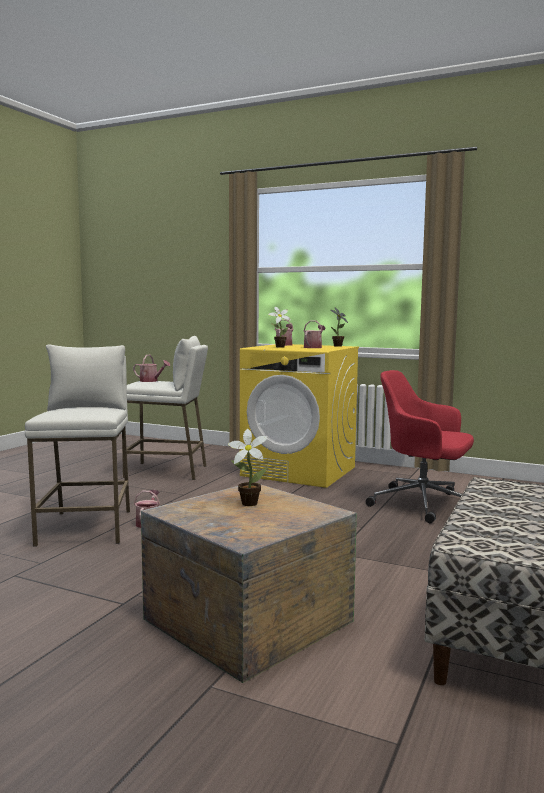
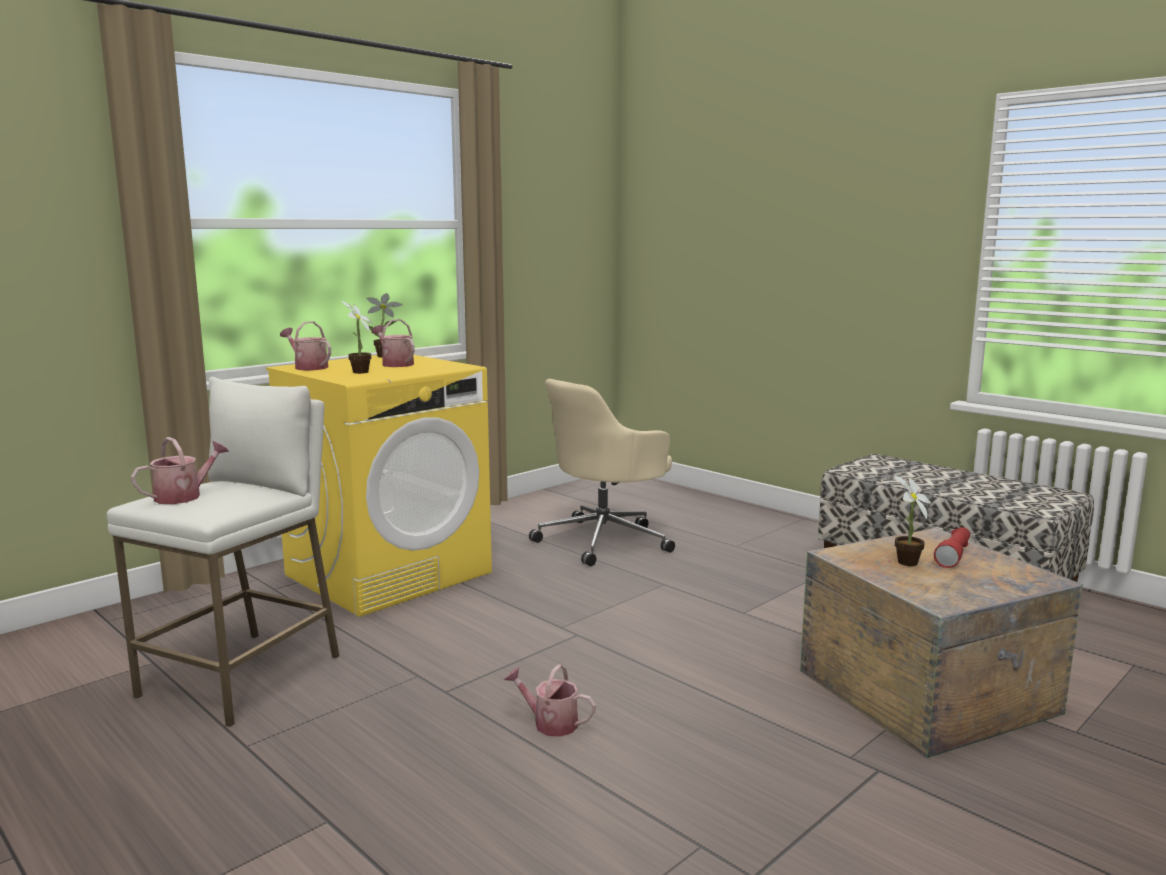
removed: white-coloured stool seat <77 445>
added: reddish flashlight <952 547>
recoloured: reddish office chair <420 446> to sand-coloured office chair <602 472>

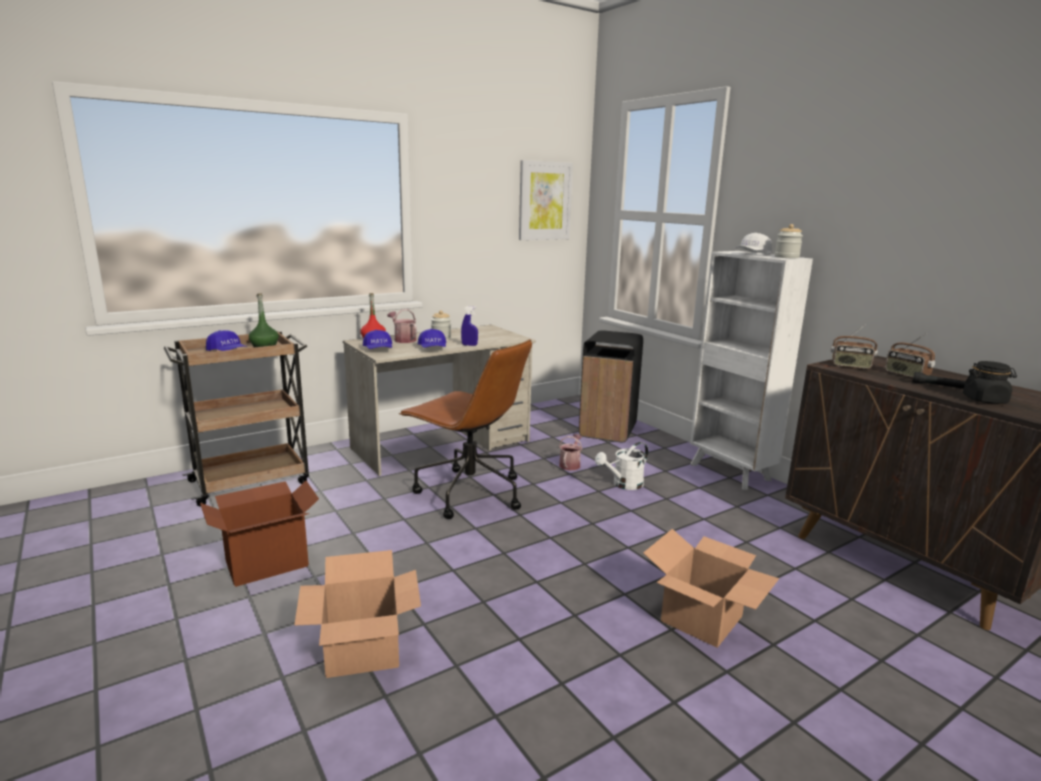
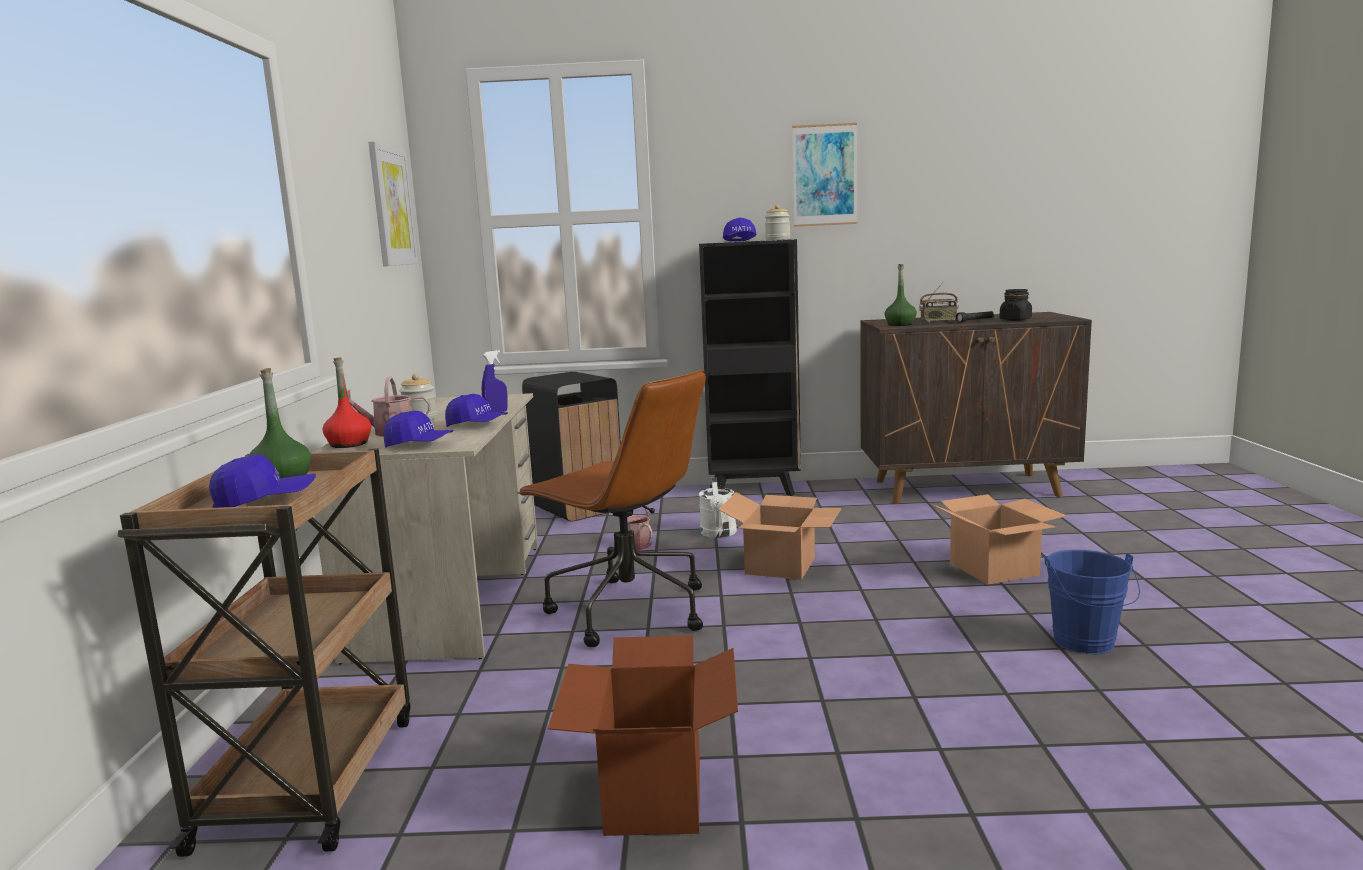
added: picture <824 175>; blue-coloured water bucket <1092 602>
moved: carton <357 614> to <780 536>
replaced: radio receiver <854 347> to greenish drink bottle <901 295>
recoloured: white-coloured cap <753 243> to blue-coloured cap <739 230>; white-coloured bookcase <751 370> to black bookcase <750 367>
turned: brown-coloured office chair <465 429> = <611 508> 60 degrees clockwise

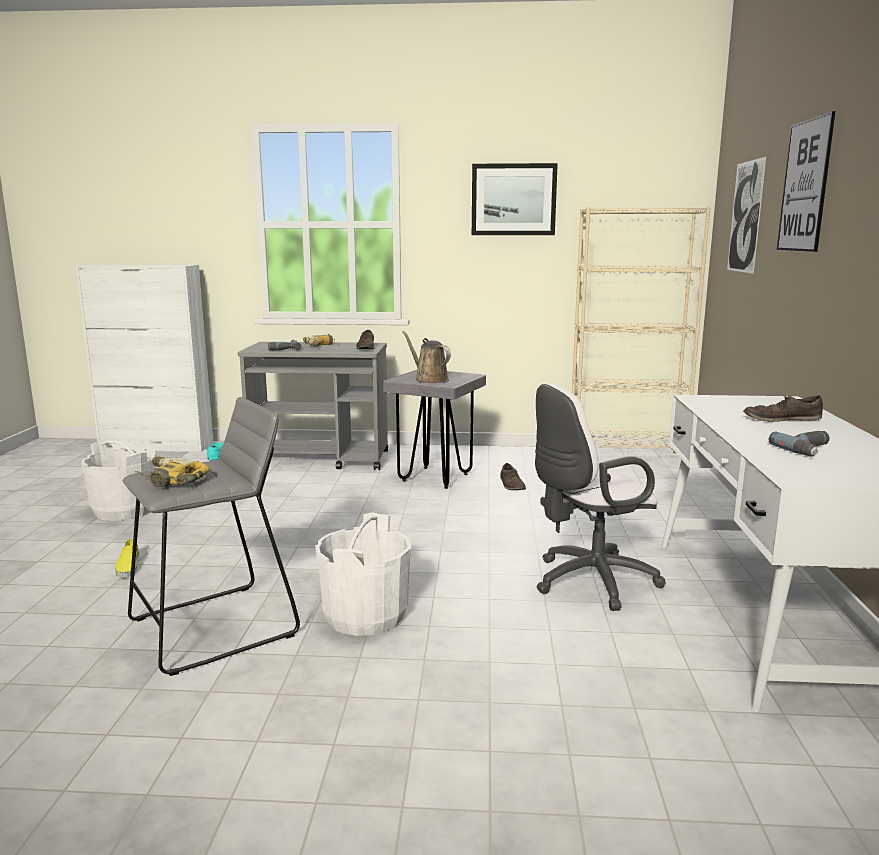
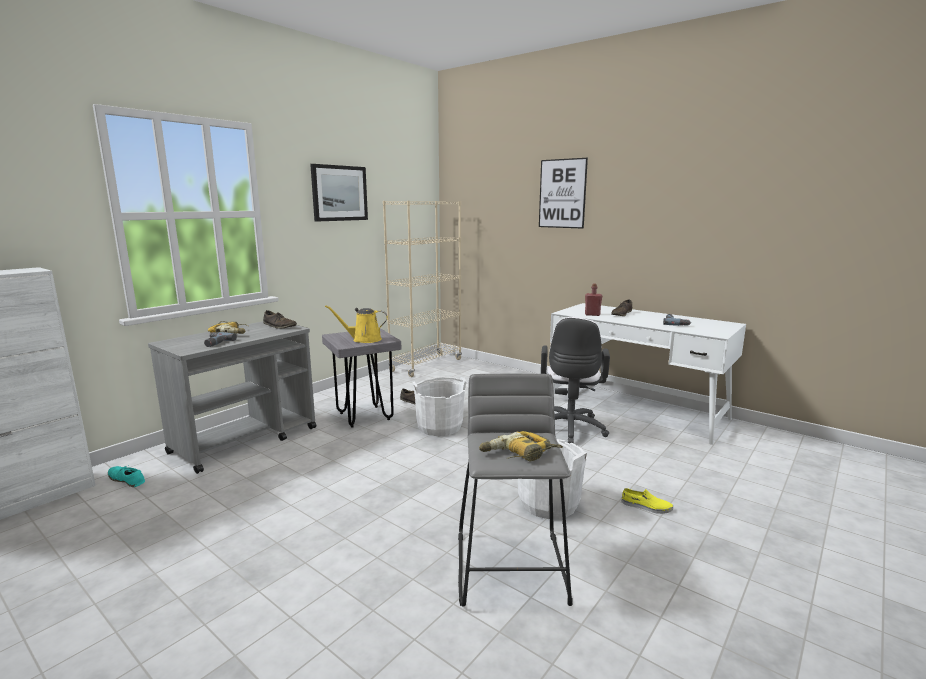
removed: picture <746 215>
added: reddish drink bottle <593 299>
moved: white-coloured water bucket <118 480> to <440 406>; yellow-coloured low shoe <127 558> to <647 501>
recoloured: brown-coloured watering pot <426 357> to yellow-coloured watering pot <356 324>

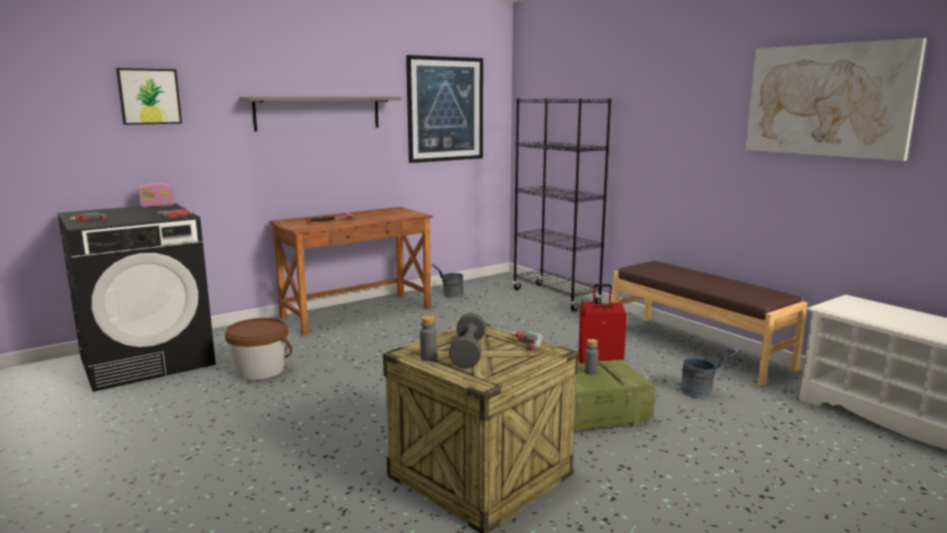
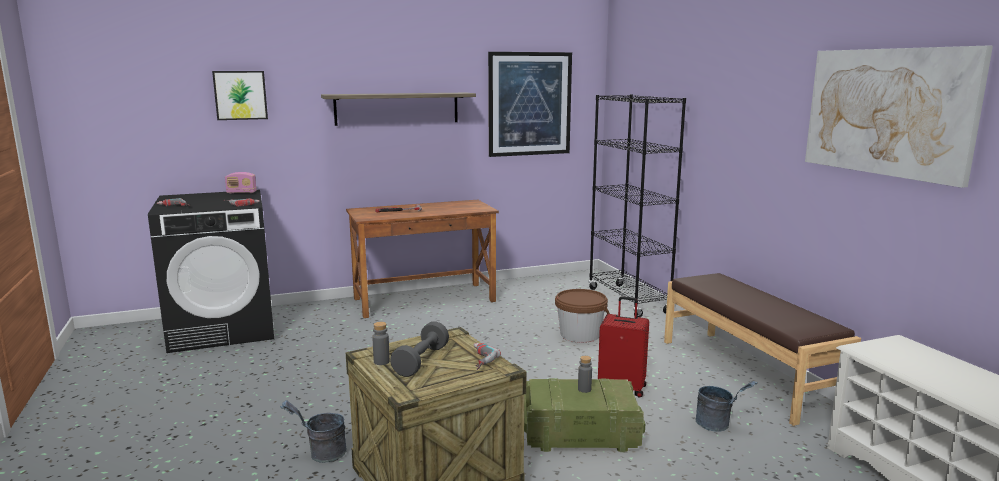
moved: greyish water bucket <447 280> to <313 431>; brown-coloured water bucket <258 349> to <582 316>

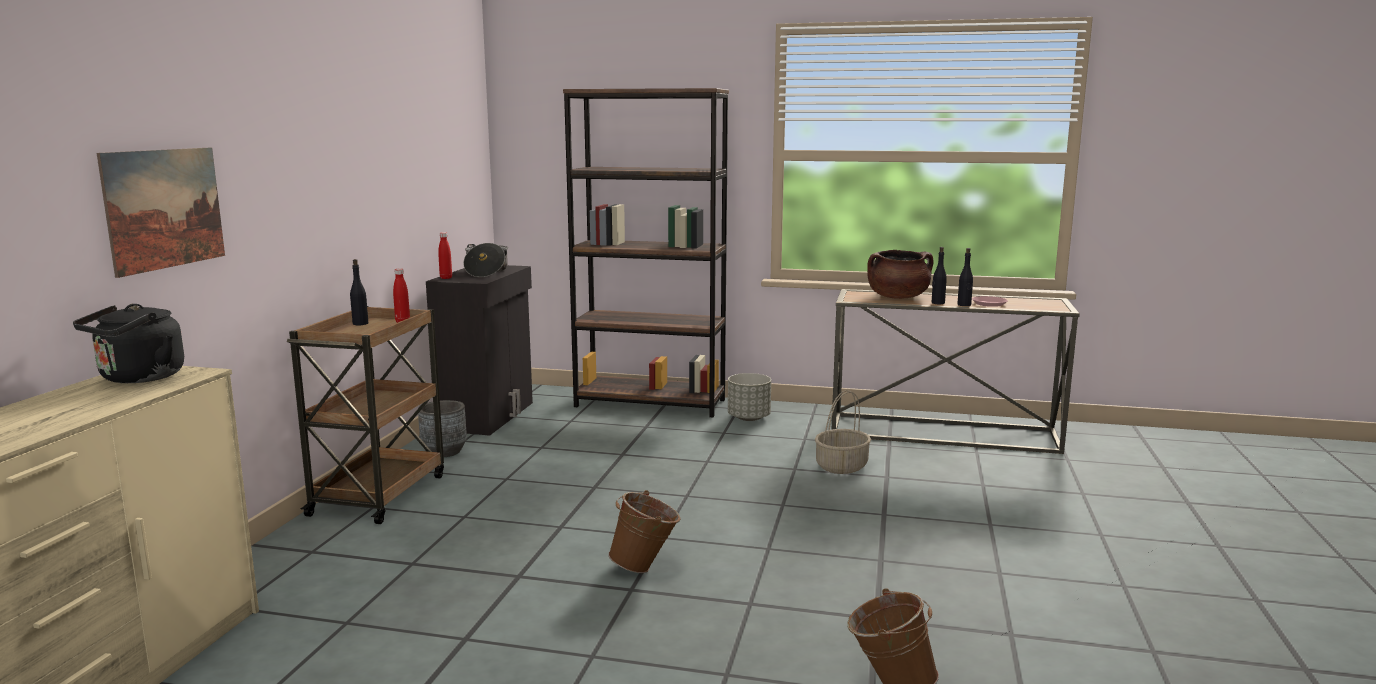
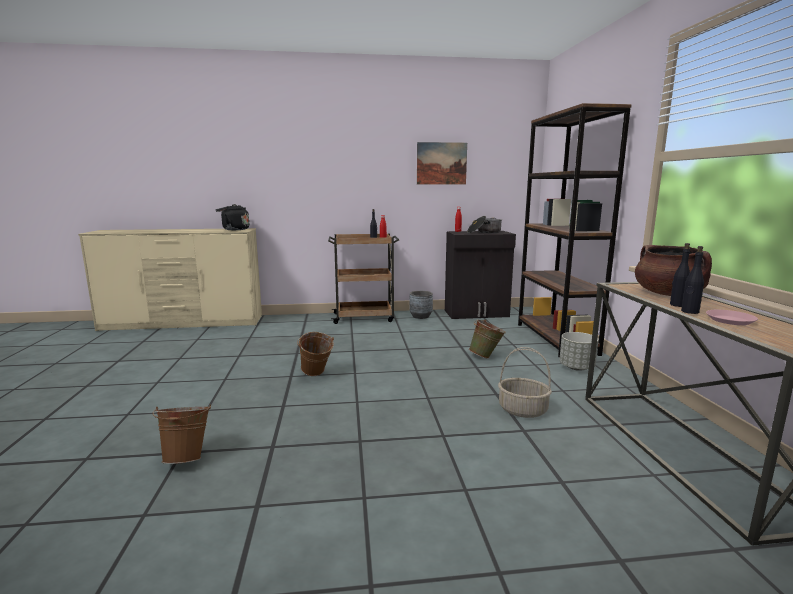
added: greenish water bucket <487 339>
moved: picture <161 213> to <442 163>

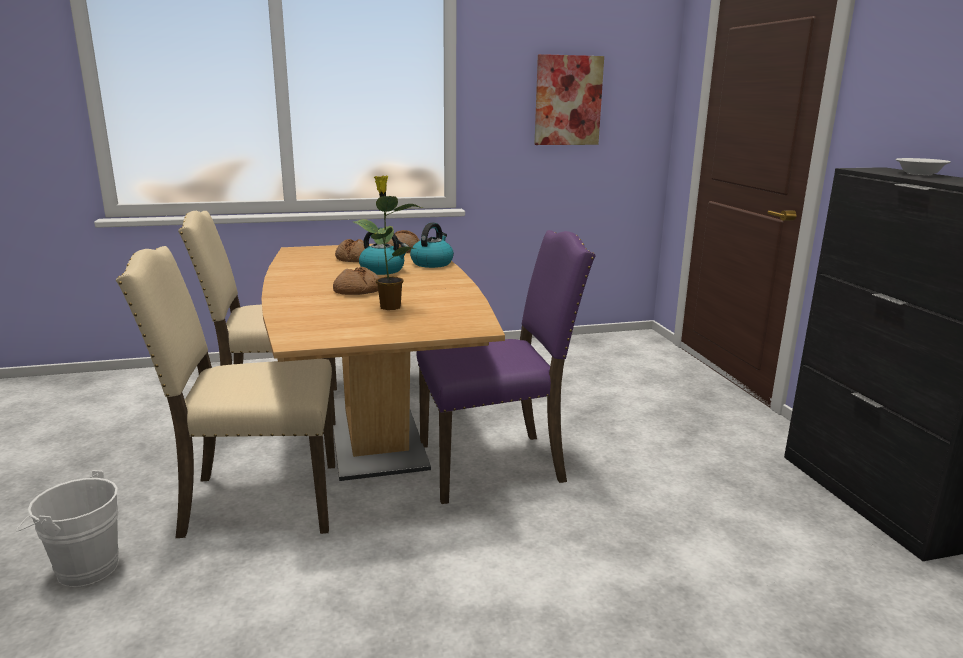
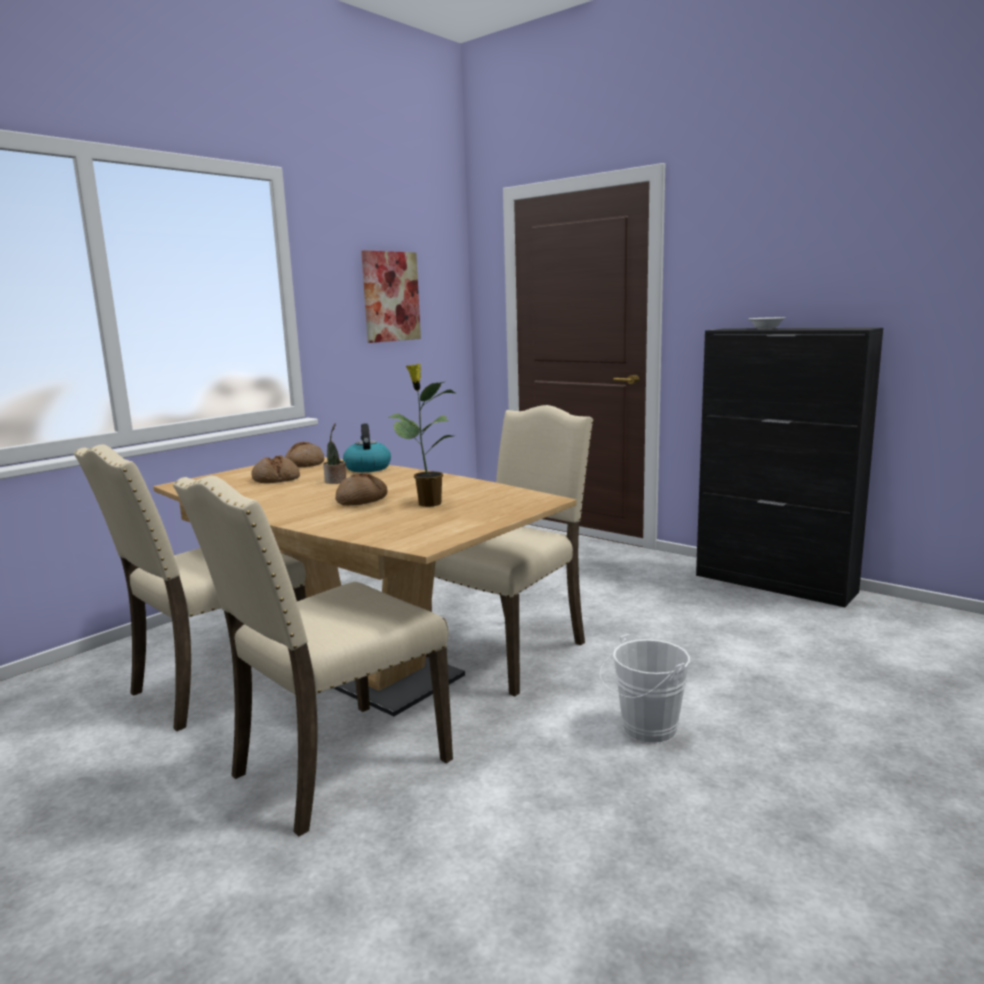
moved: white-coloured water bucket <67 528> to <645 689>
replaced: kettle <384 251> to houseplant <334 453>
recoloured: purple chair <506 367> to sand-coloured chair <509 550>

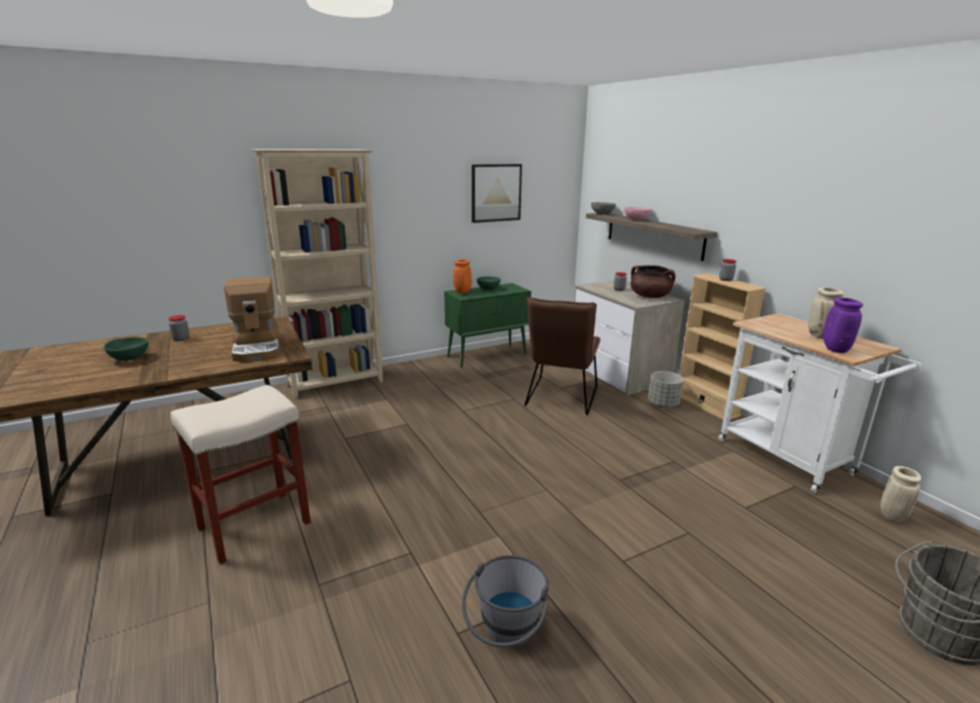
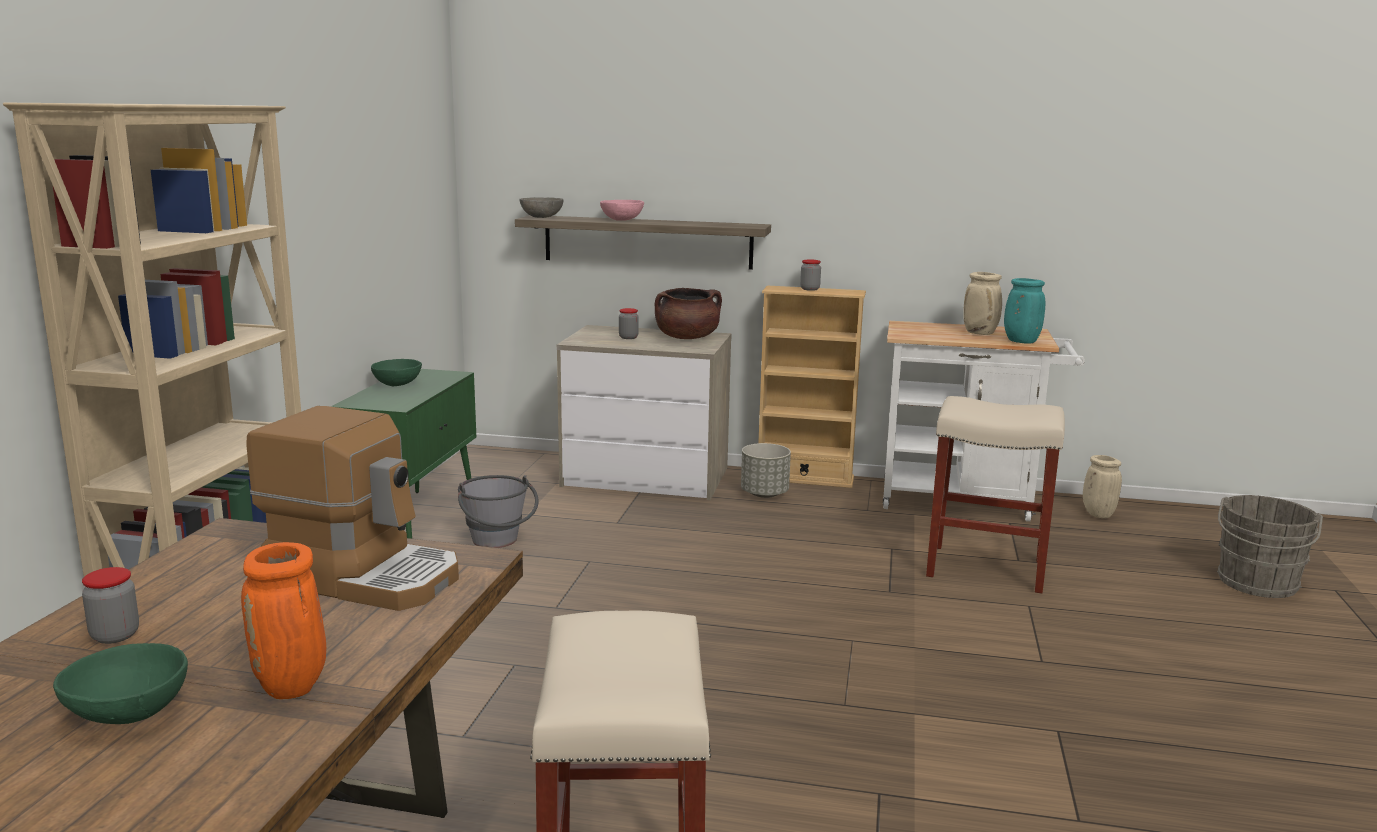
removed: picture <497 193>; brown-coloured chair <562 356>
added: sand-coloured stool seat <995 494>
moved: orangey vase <462 277> to <283 620>; greyish water bucket <505 601> to <498 511>
recoloured: purple vase <843 325> to turquoise vase <1024 311>

